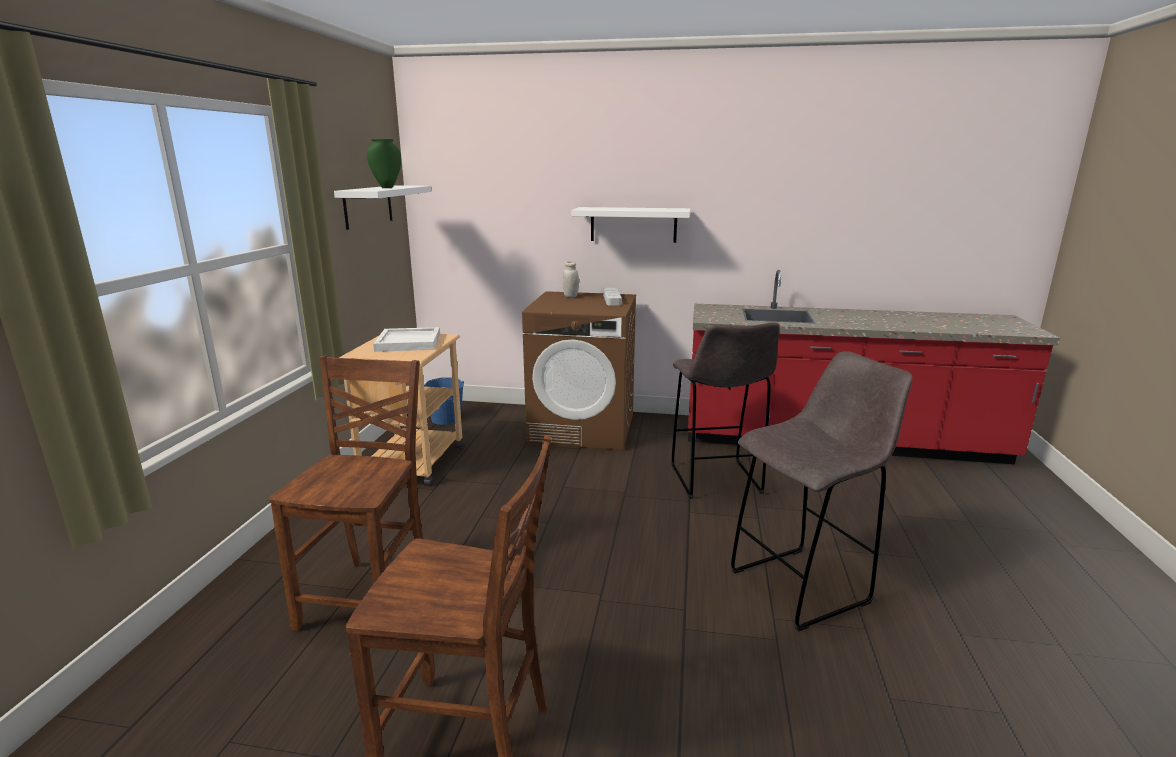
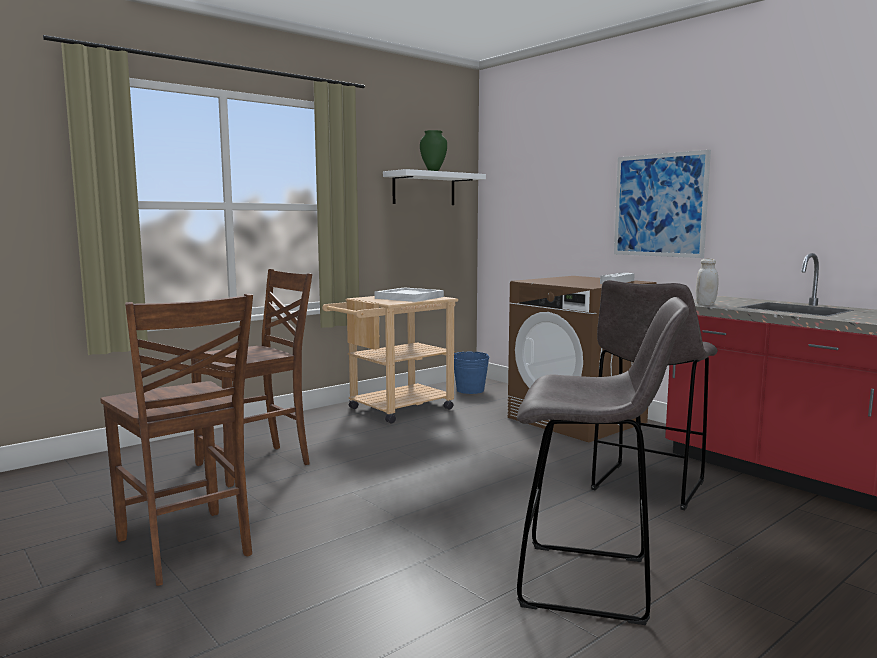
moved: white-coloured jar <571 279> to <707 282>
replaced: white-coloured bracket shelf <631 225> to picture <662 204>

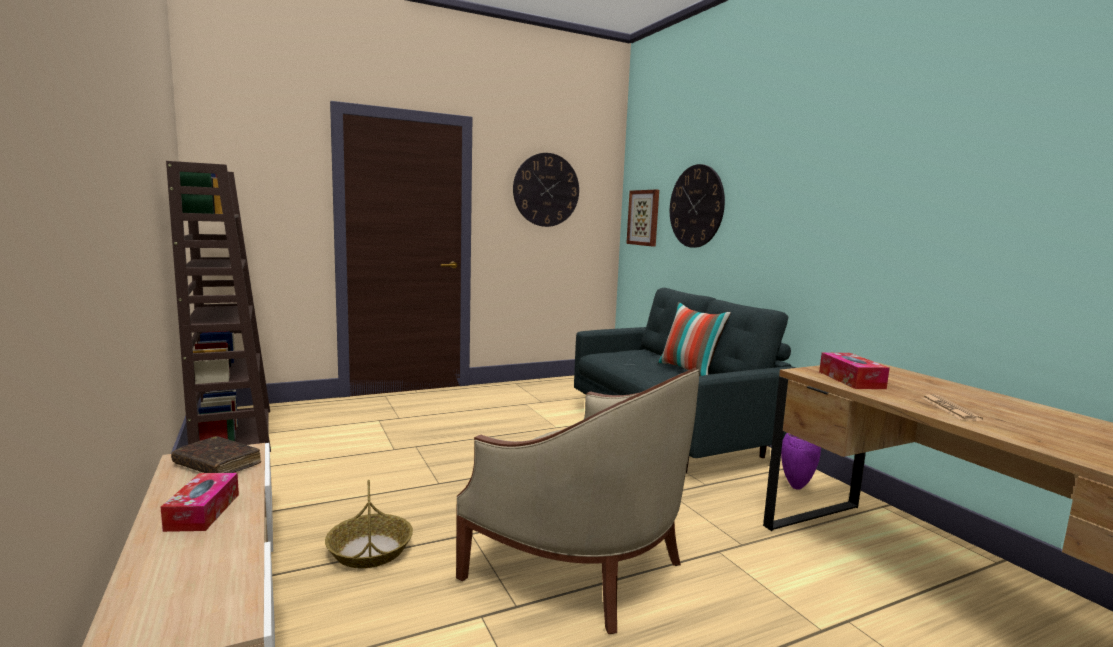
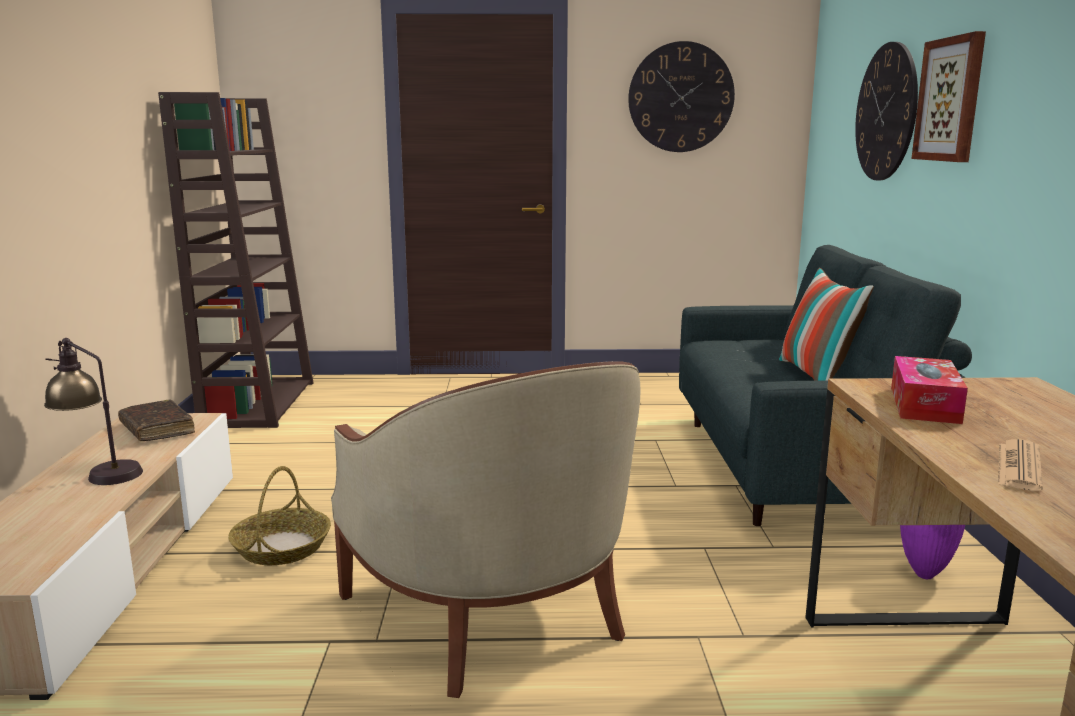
moved: picture <642 217> to <948 96>
replaced: tissue box <200 502> to table lamp <93 411>

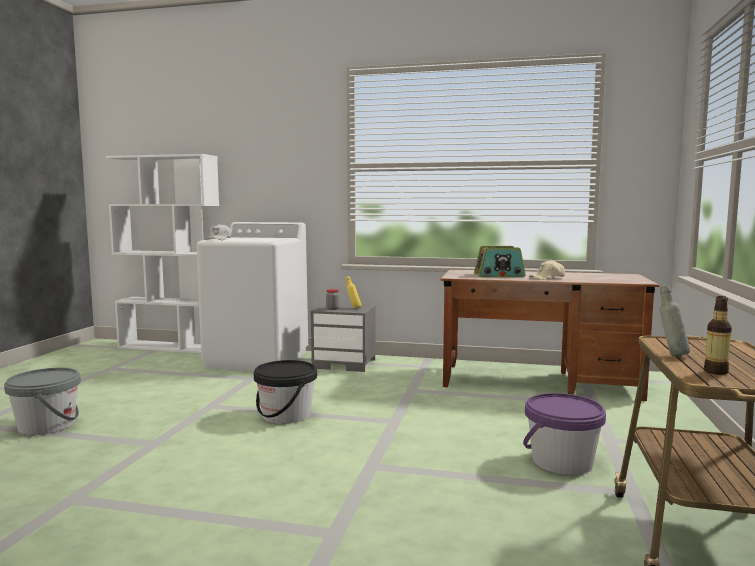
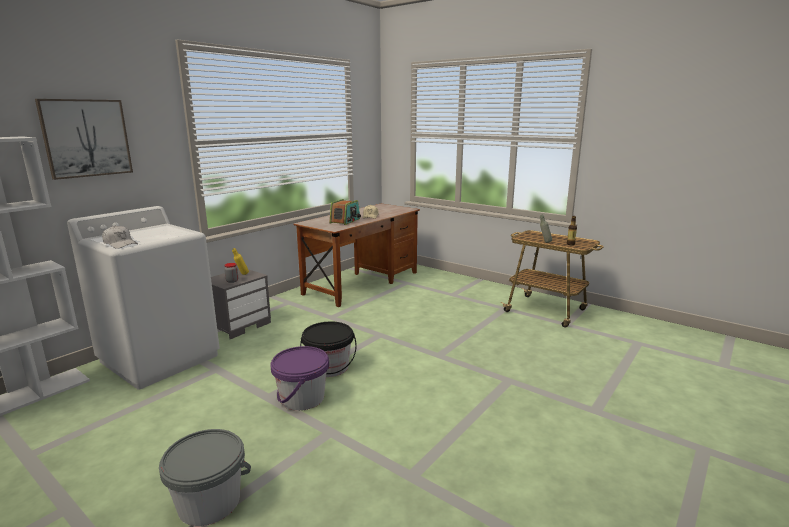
added: picture <84 139>
moved: purple water bucket <564 434> to <299 378>

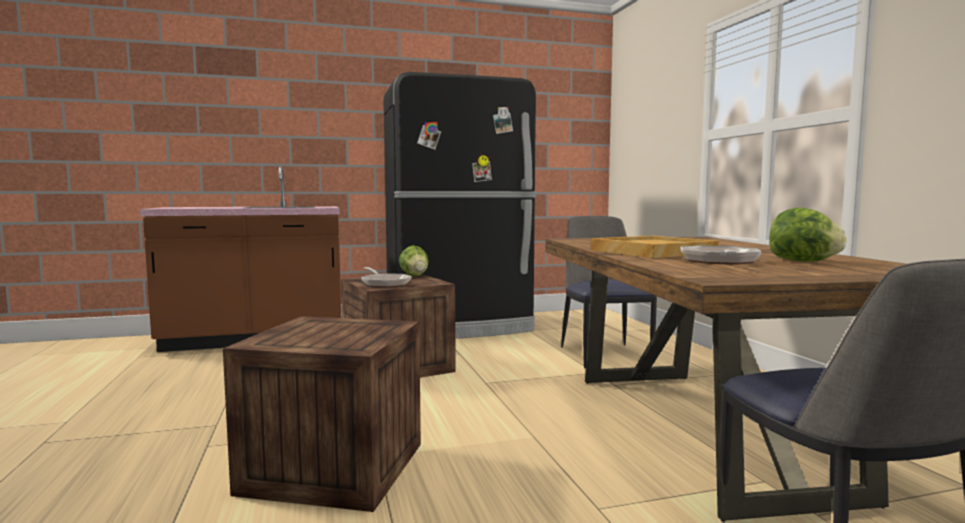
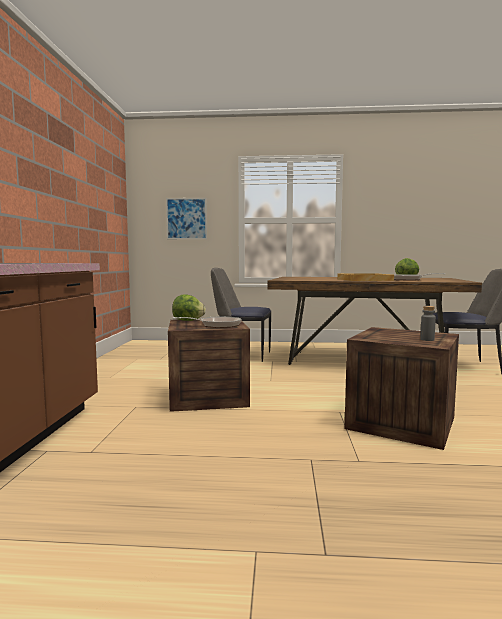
removed: black refrigerator <459 205>
added: picture <186 218>; greyish drink bottle <428 323>

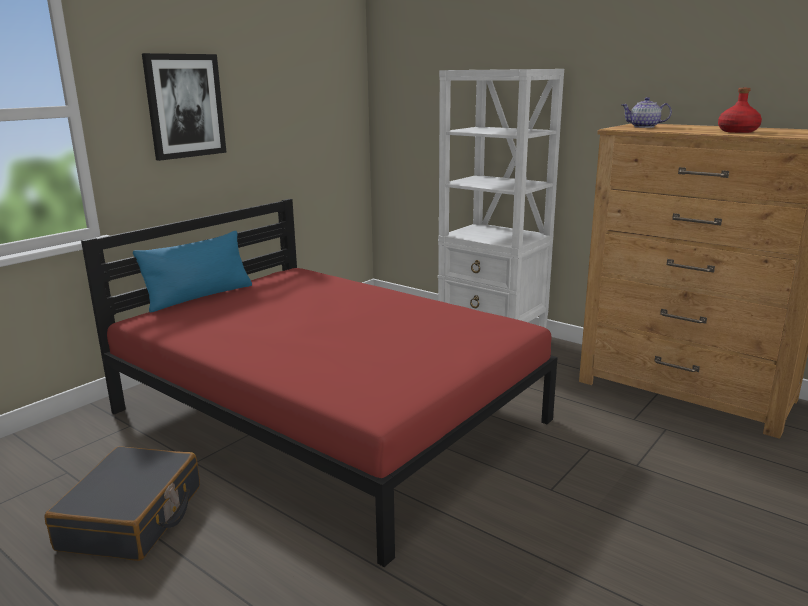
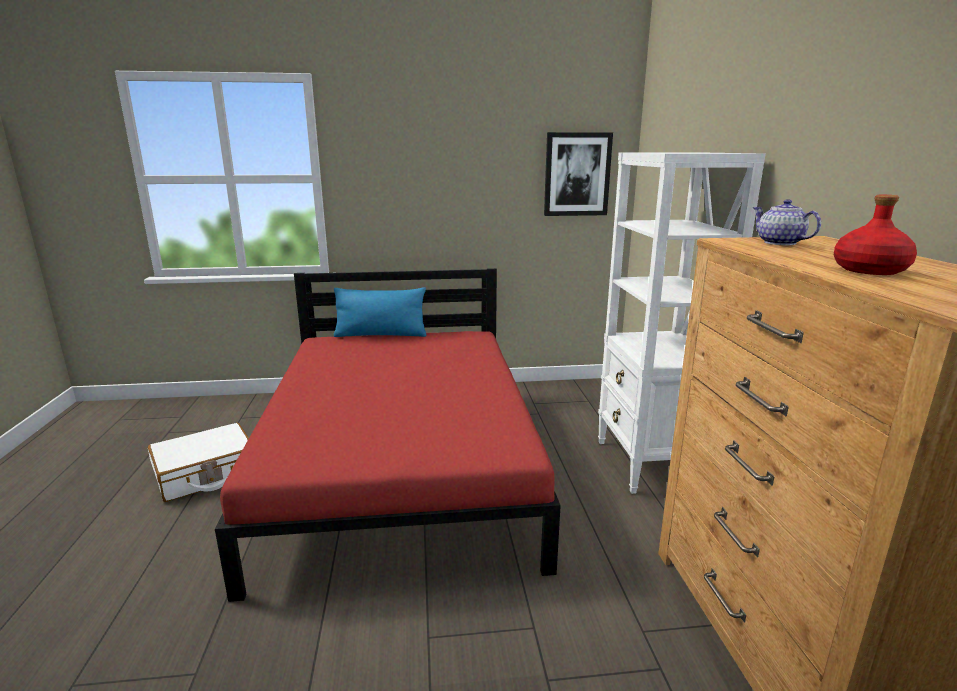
moved: picture <184 107> to <578 174>
recoloured: black piece of luggage <122 503> to white-coloured piece of luggage <198 462>

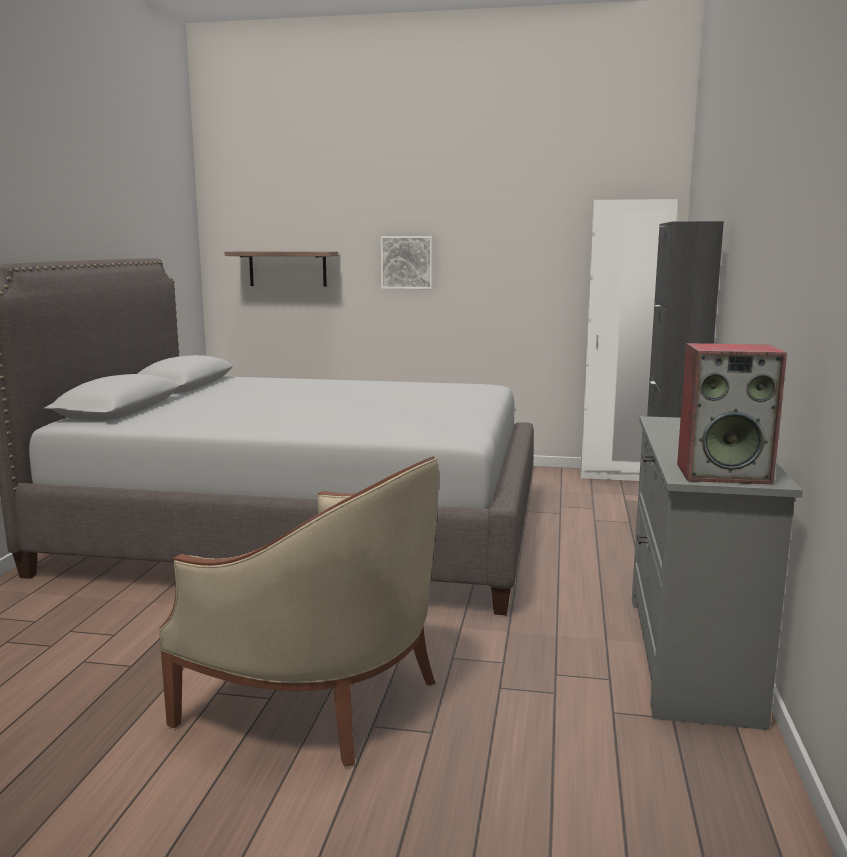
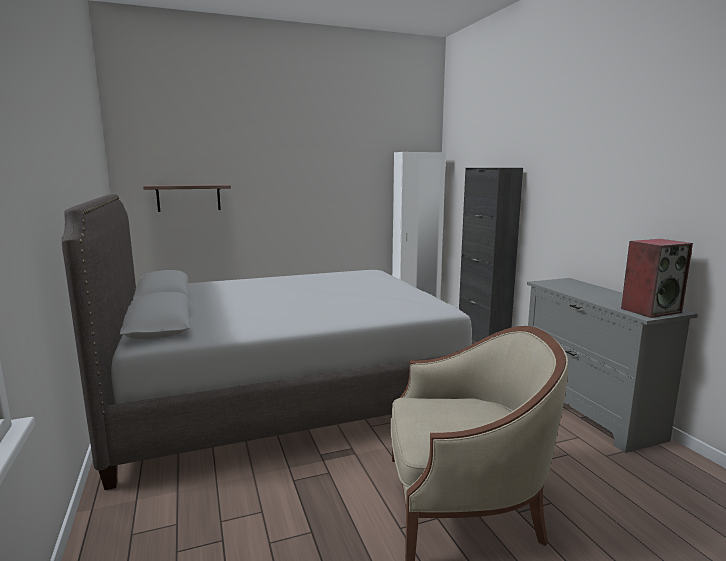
removed: picture <407 262>

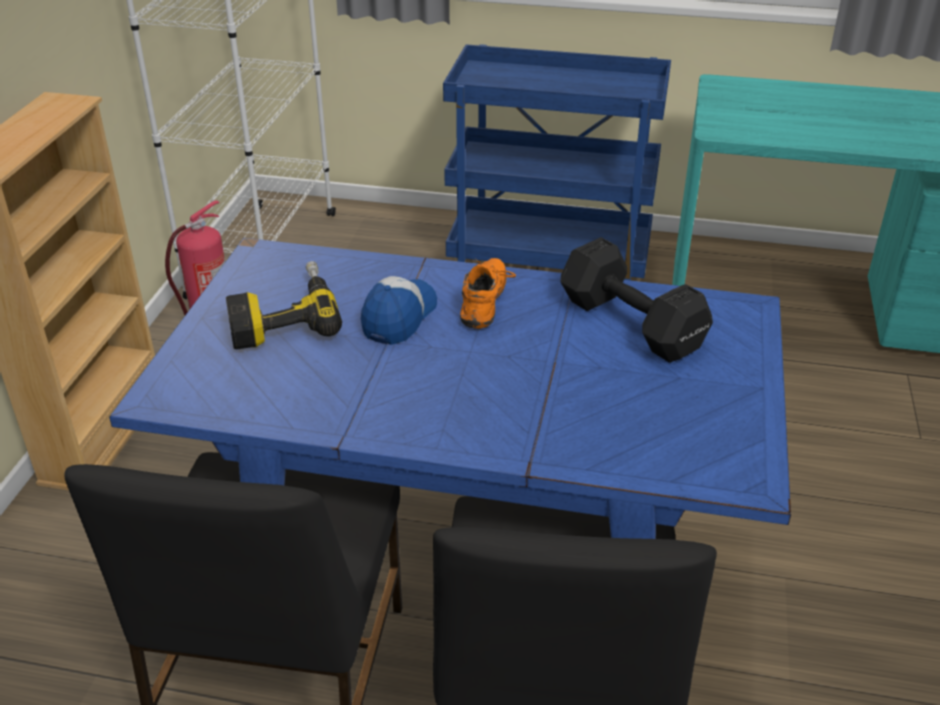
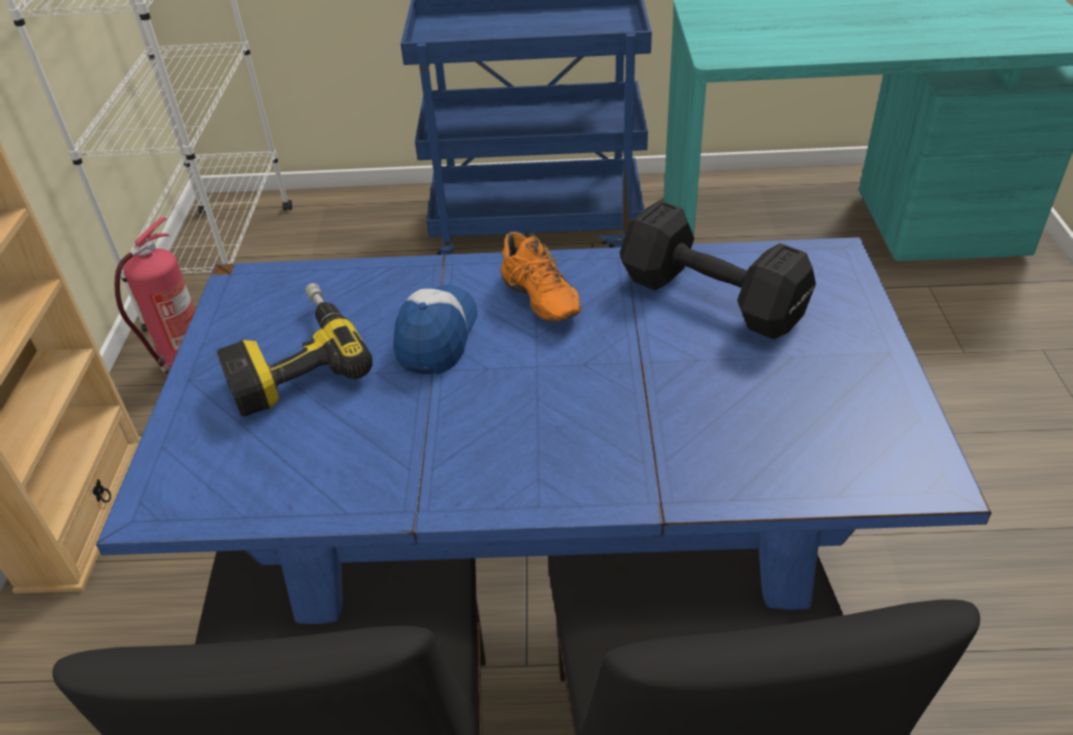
turned: orangey low shoe <488 293> = <541 276> 150 degrees clockwise

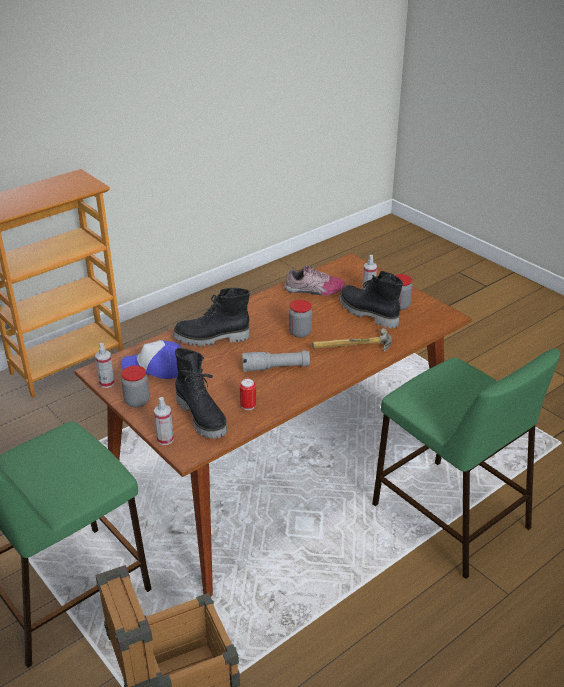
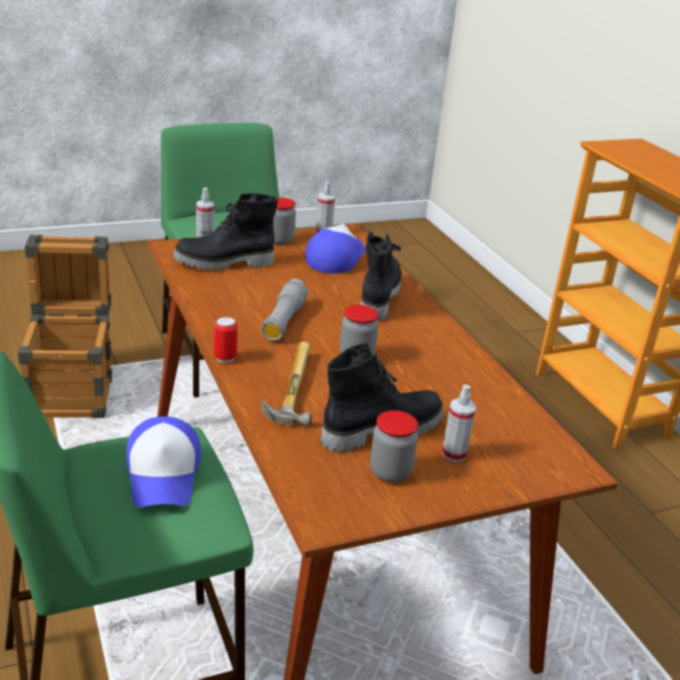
removed: low shoe <314 280>
added: cap <163 462>
moved: metal can <248 394> to <226 340>

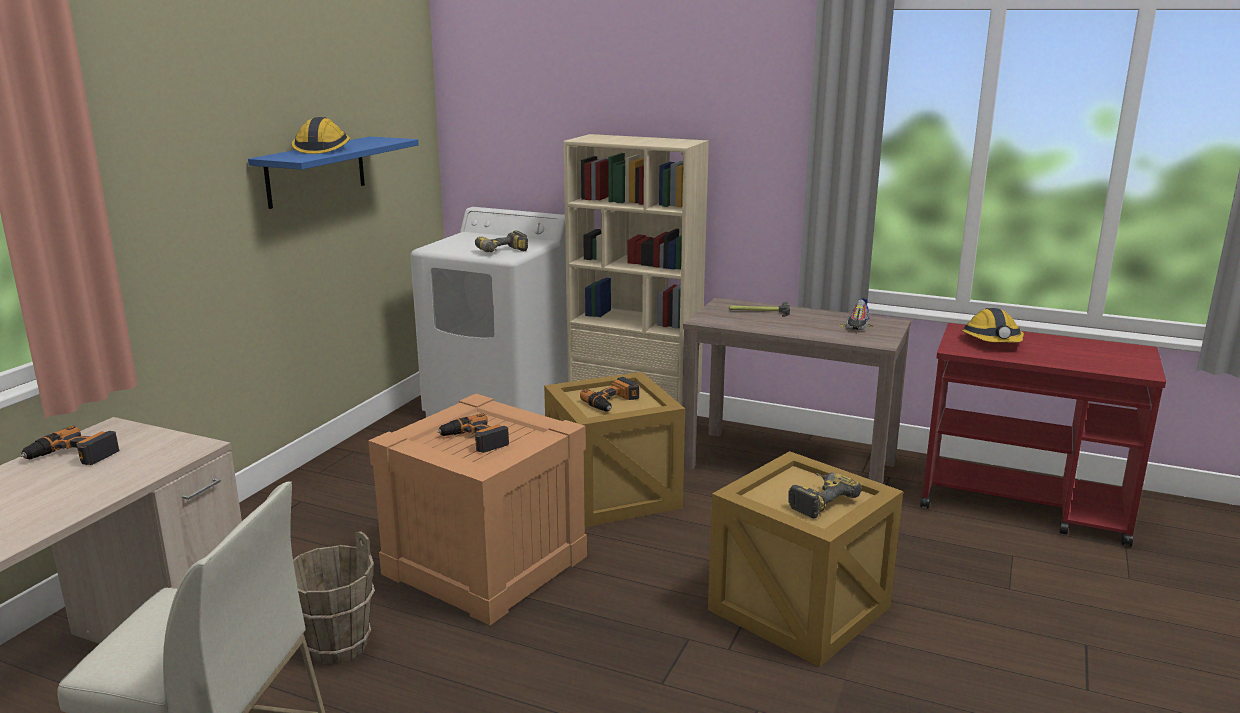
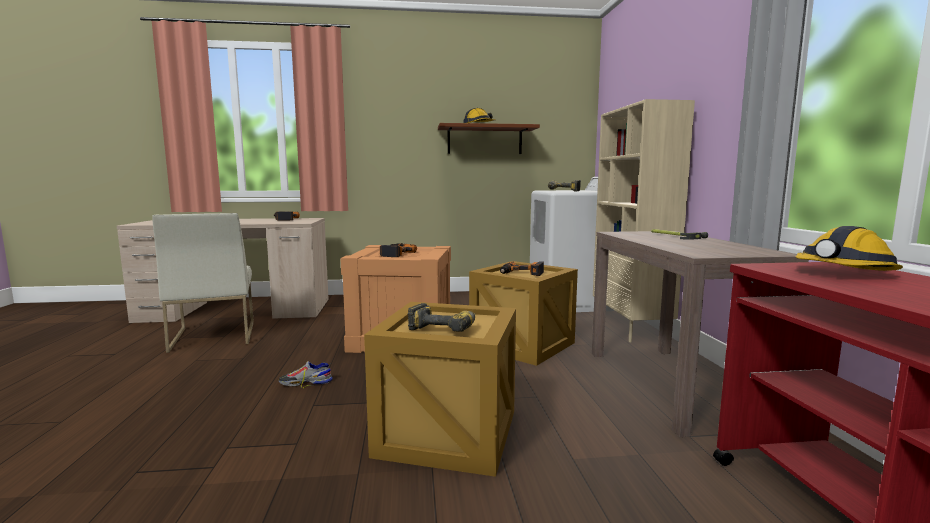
removed: brown-coloured water bucket <334 597>
moved: low shoe <856 313> to <305 374>
recoloured: blue-coloured bracket shelf <333 172> to brown-coloured bracket shelf <489 138>

